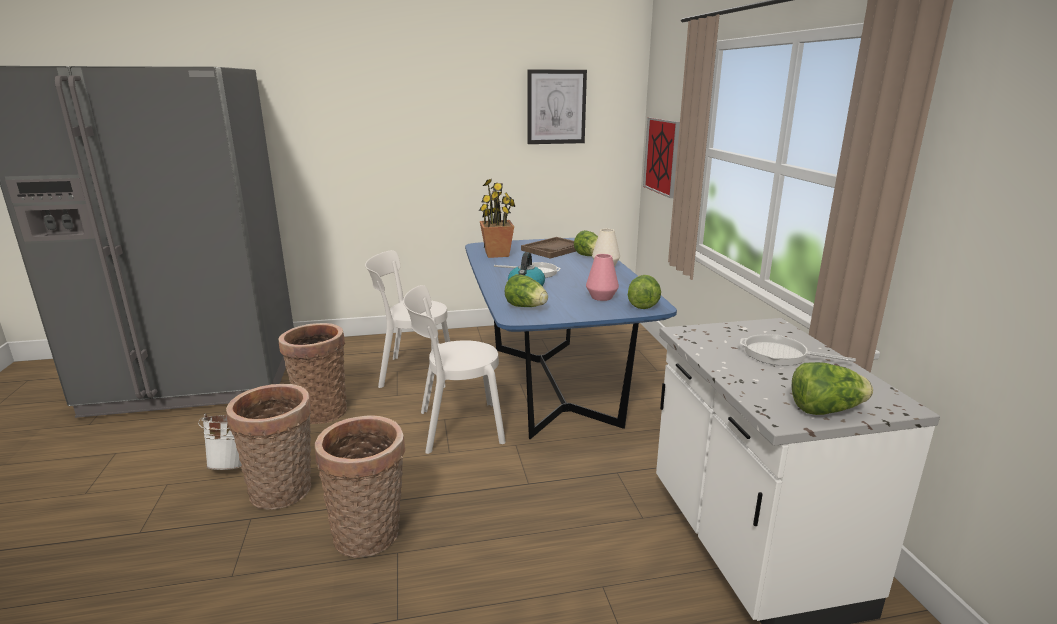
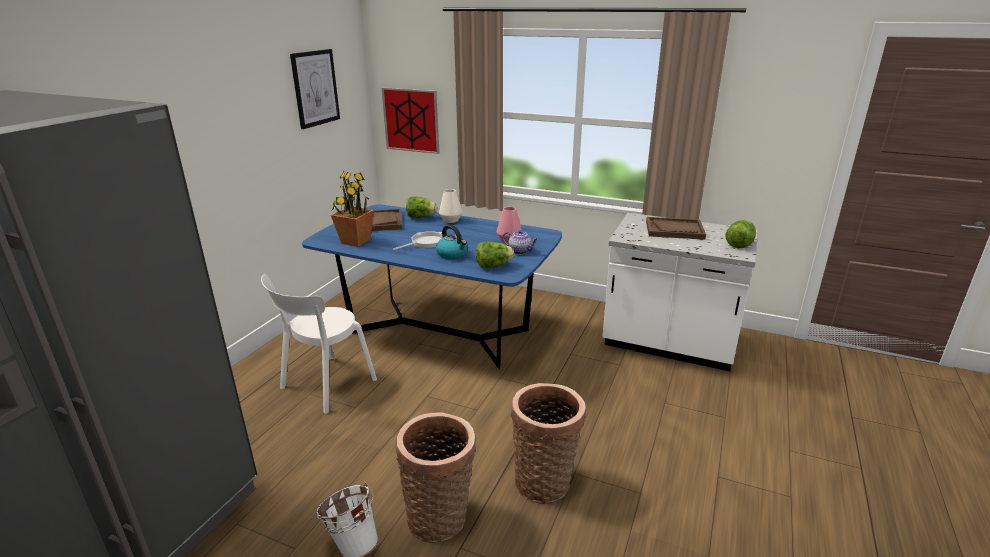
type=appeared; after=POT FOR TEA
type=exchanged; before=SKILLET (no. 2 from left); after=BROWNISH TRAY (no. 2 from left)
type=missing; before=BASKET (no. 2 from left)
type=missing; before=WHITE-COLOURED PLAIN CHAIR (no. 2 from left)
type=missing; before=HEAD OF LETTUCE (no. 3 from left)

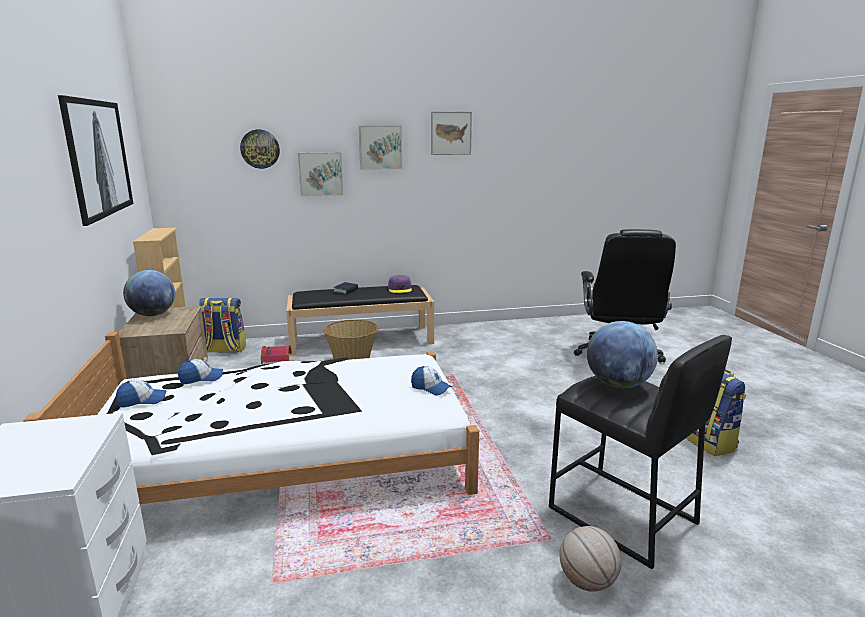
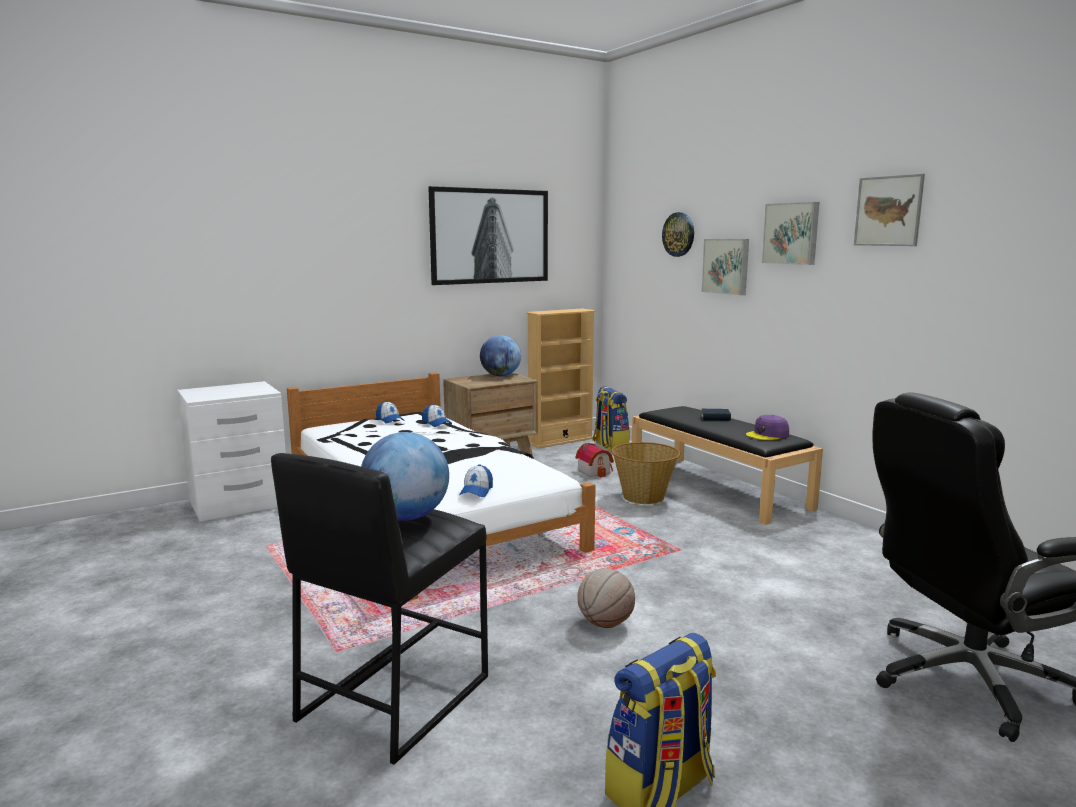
type=relocated; before=BALL FOR BASKETBALL

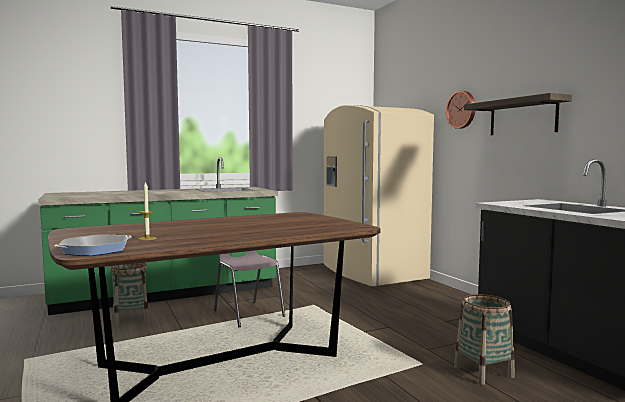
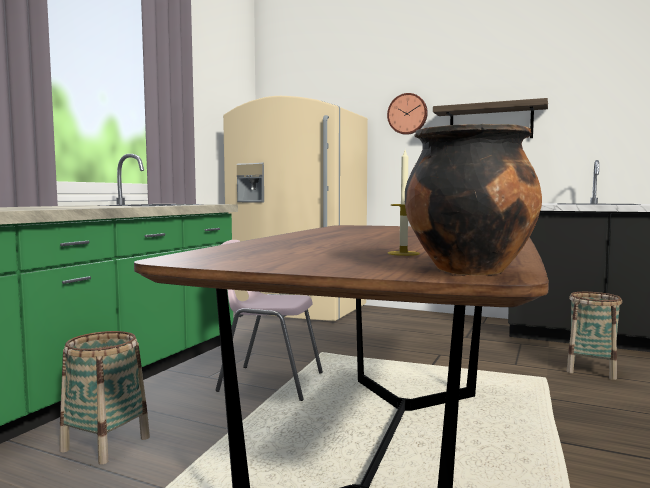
type=exchanged; before=SKILLET; after=STOCKPOT

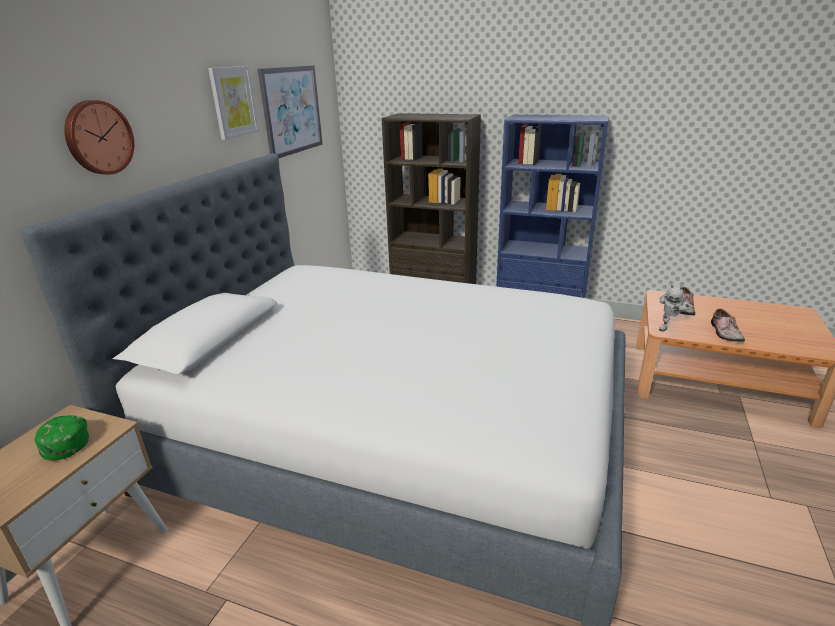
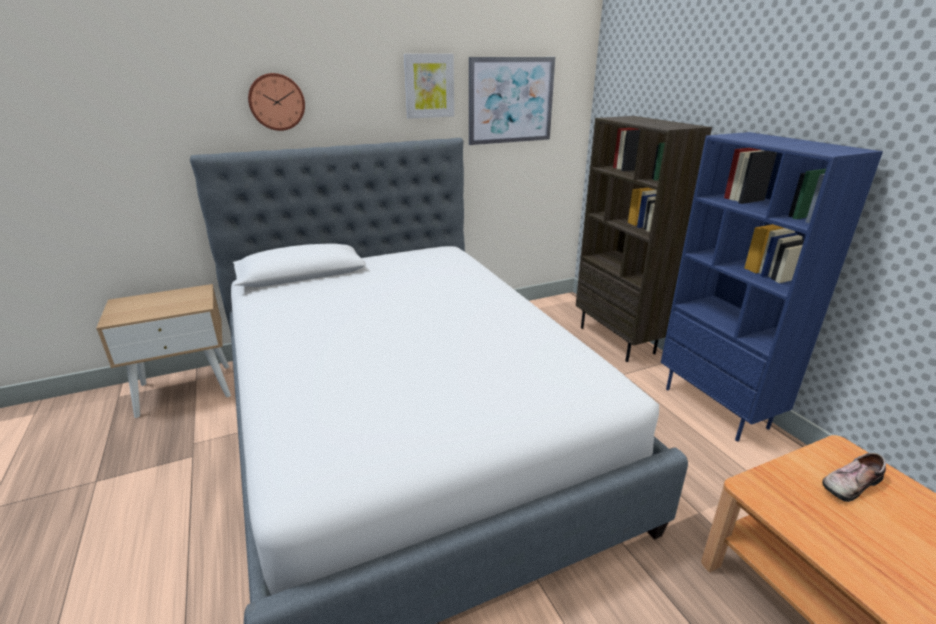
type=missing; before=GREEN-COLOURED PEAKED CAP
type=missing; before=TOY ROBOT
type=missing; before=LOW SHOE (no. 2 from left)

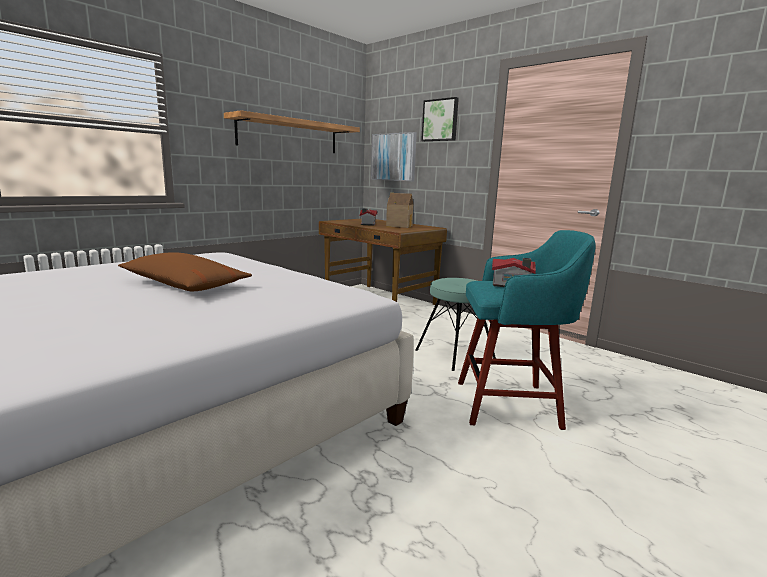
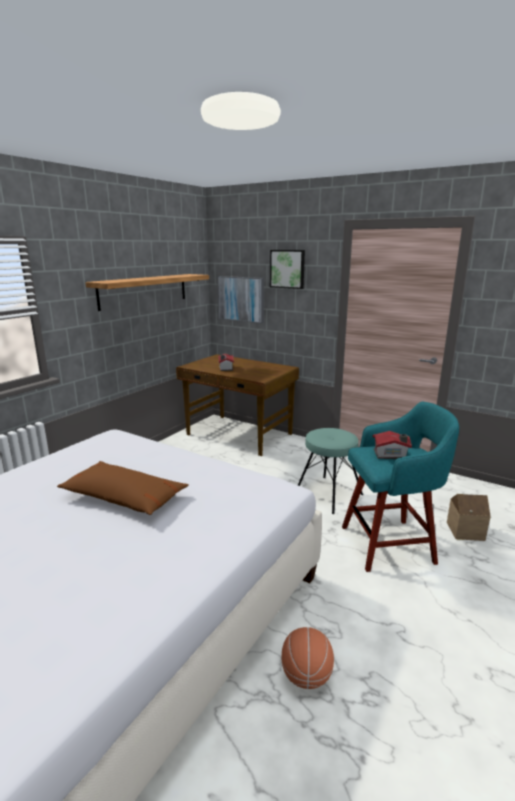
type=appeared; after=BALL FOR BASKETBALL
type=relocated; before=MODEL HOUSE (no. 2 from left in the first image); after=MODEL HOUSE (no. 3 from left)

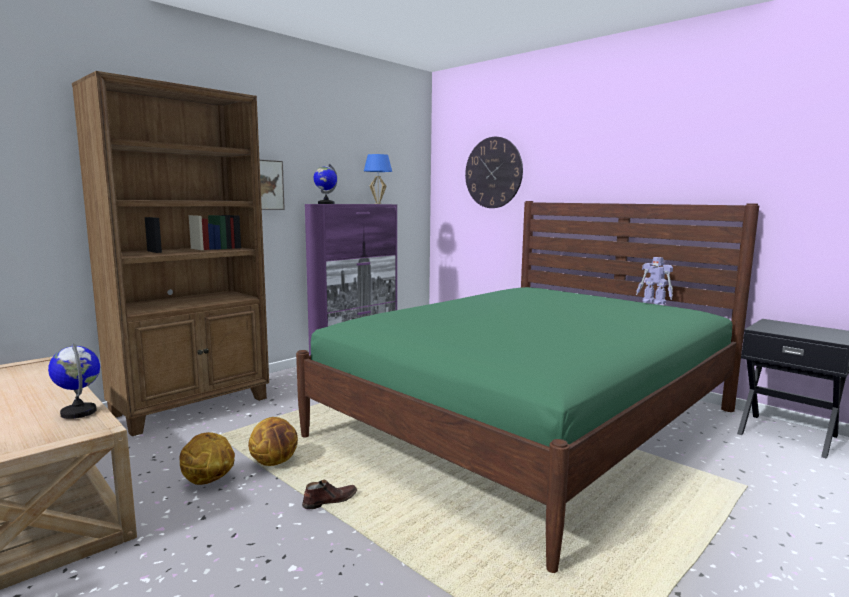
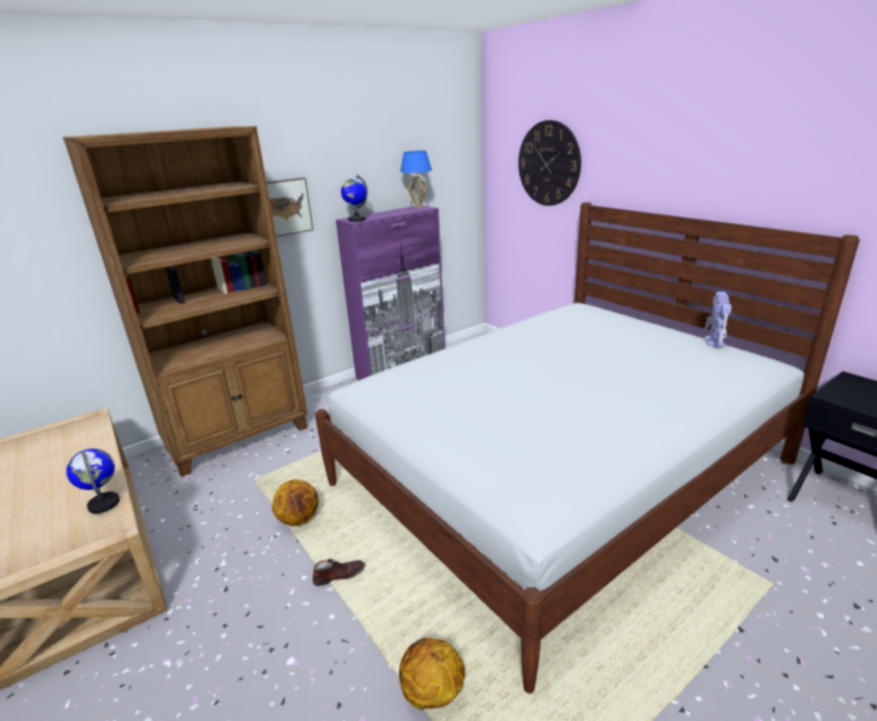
type=colour; before=GREEN-COLOURED BED; after=WHITE-COLOURED BED
type=relocated; before=BALL FOR BASKETBALL (no. 1 from left in the first image); after=BALL FOR BASKETBALL (no. 2 from left)
type=spun; before=TOY ROBOT; turn=45

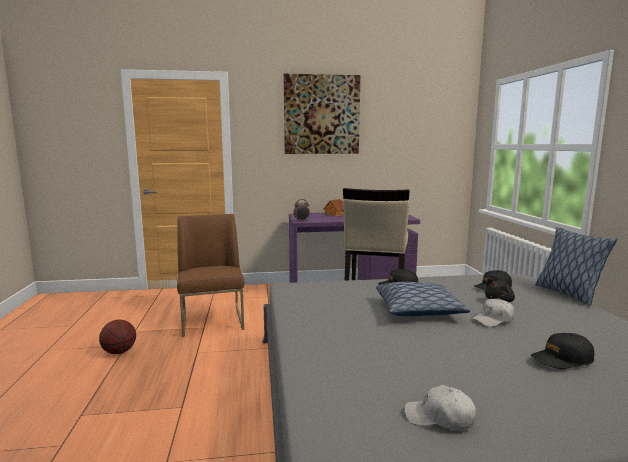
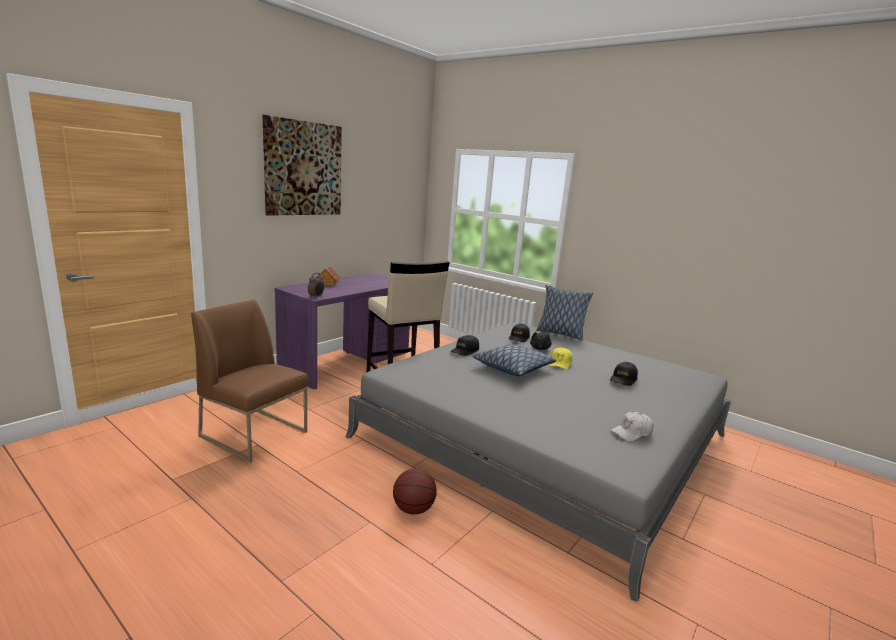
type=relocated; before=BALL FOR BASKETBALL
type=colour; before=WHITE-COLOURED PEAKED CAP (no. 2 from left); after=YELLOWISH PEAKED CAP

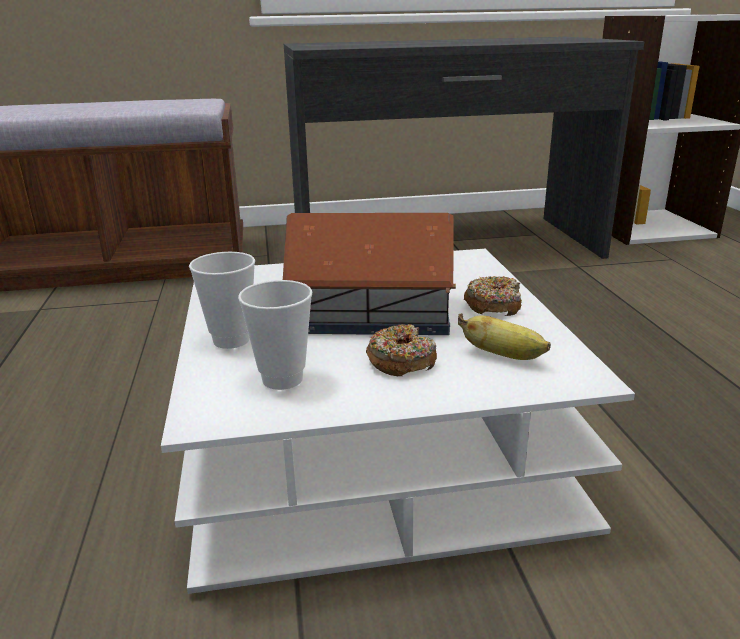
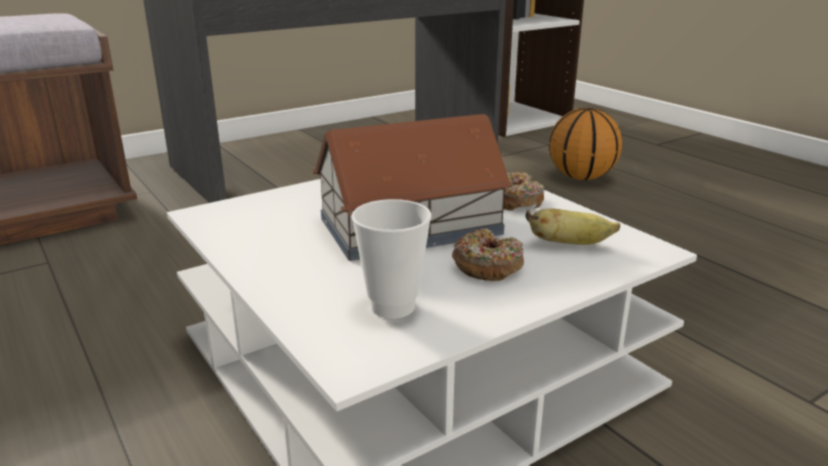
type=appeared; after=BALL FOR BASKETBALL
type=missing; before=SMALL CUP (no. 1 from left)

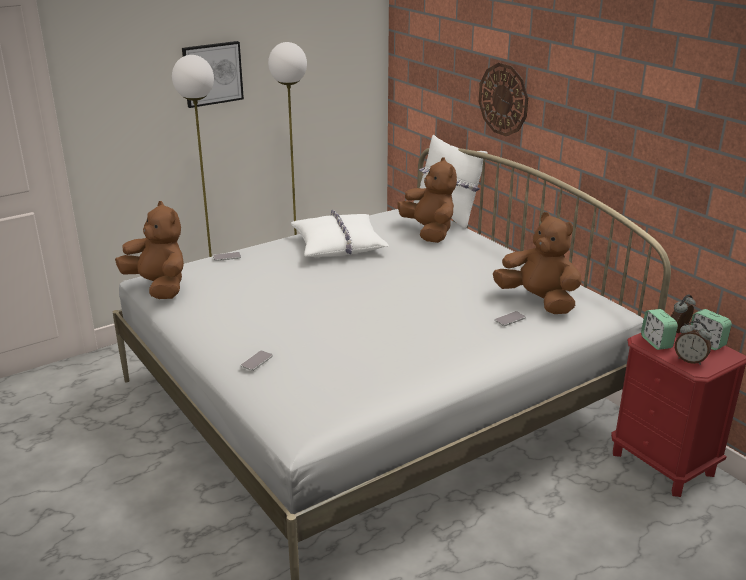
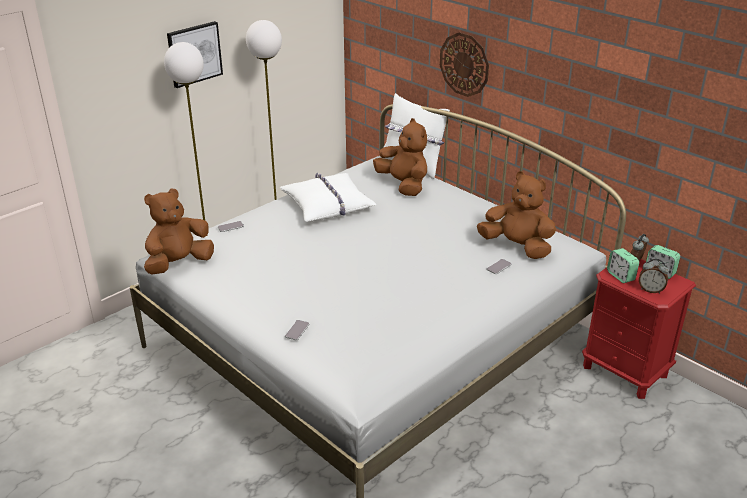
type=spun; before=BROWNISH PLUSH TOY (no. 1 from left); turn=-75

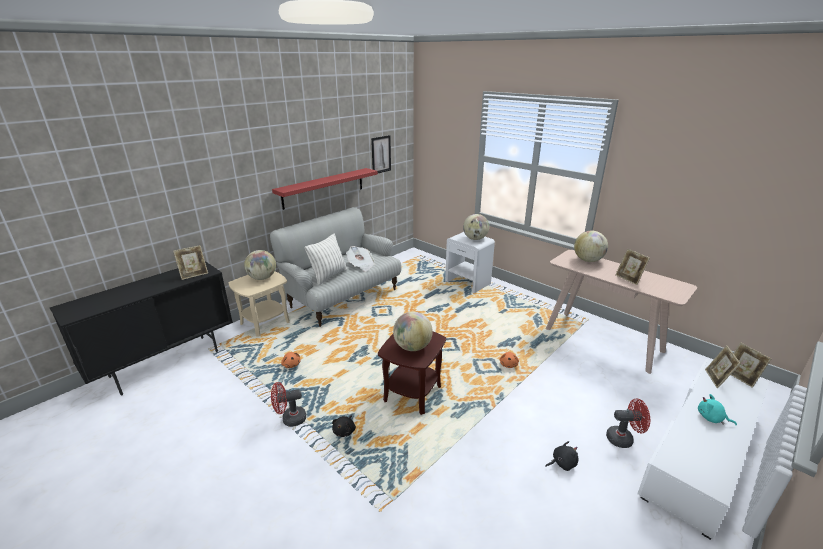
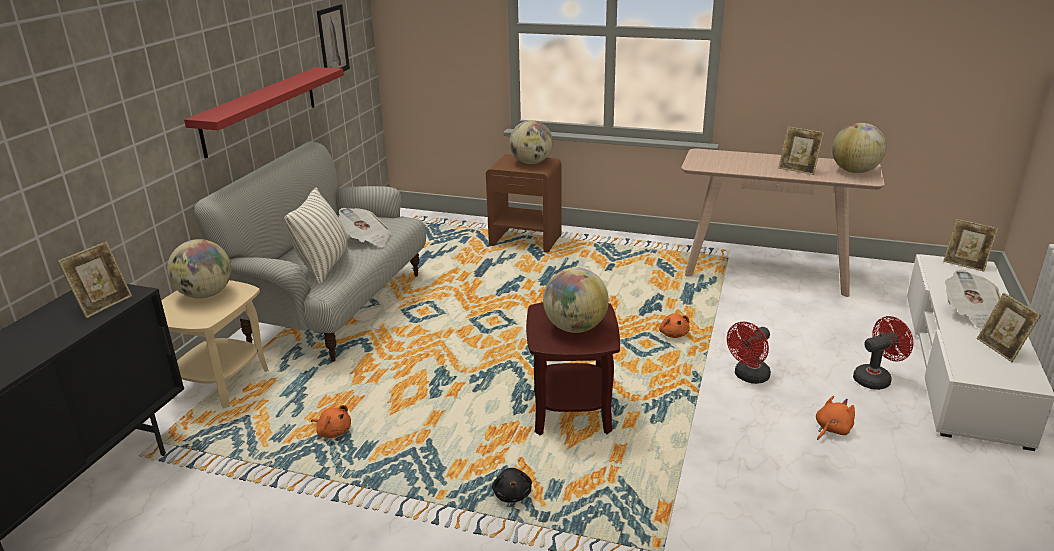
type=colour; before=WHITE-COLOURED NIGHTSTAND; after=BROWNISH NIGHTSTAND
type=relocated; before=RED ELECTRIC FAN (no. 1 from left)
type=colour; before=BLACK PLUSH TOY (no. 2 from left); after=ORANGE-COLOURED PLUSH TOY (no. 3 from left)
type=relocated; before=WORLD GLOBE (no. 4 from left)
type=exchanged; before=BLUE-GREEN PLUSH TOY; after=NEWSPAPER (no. 2 from left)
type=relocated; before=STANDING FRAME (no. 3 from left in the first image); after=STANDING FRAME (no. 4 from left)

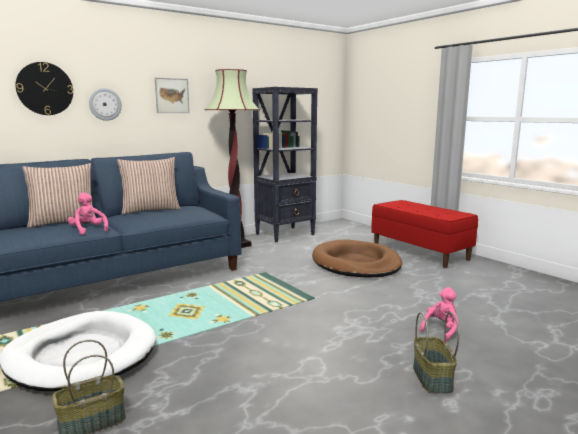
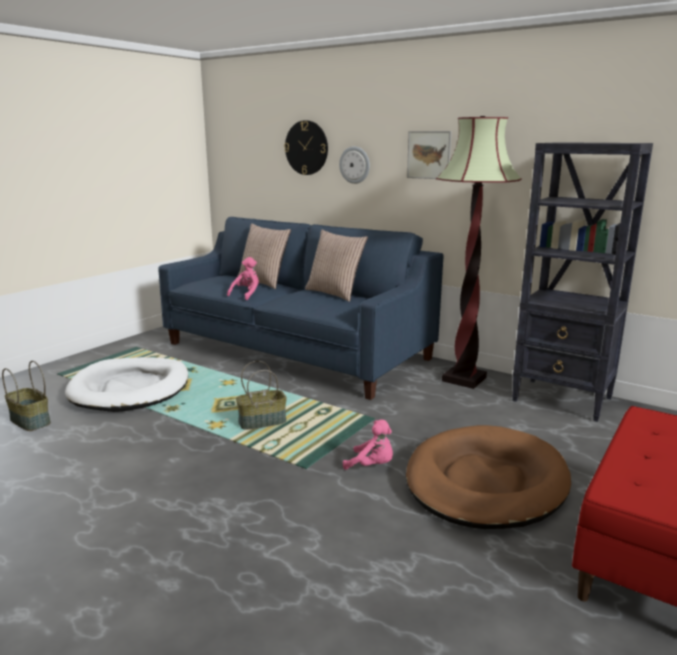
type=relocated; before=BASKET (no. 2 from left)
type=relocated; before=PINK-COLOURED PLUSH TOY (no. 2 from left)

